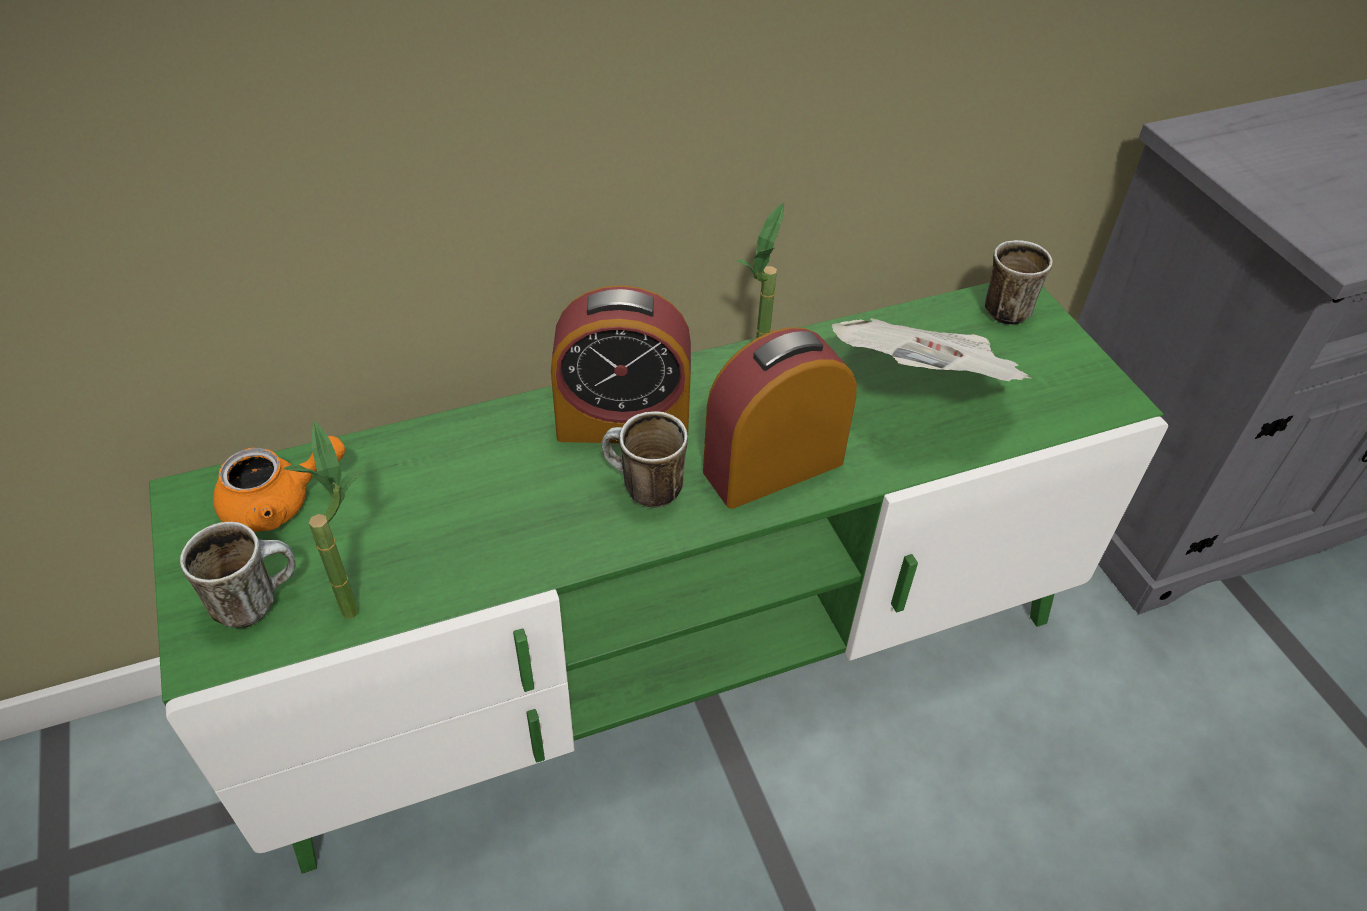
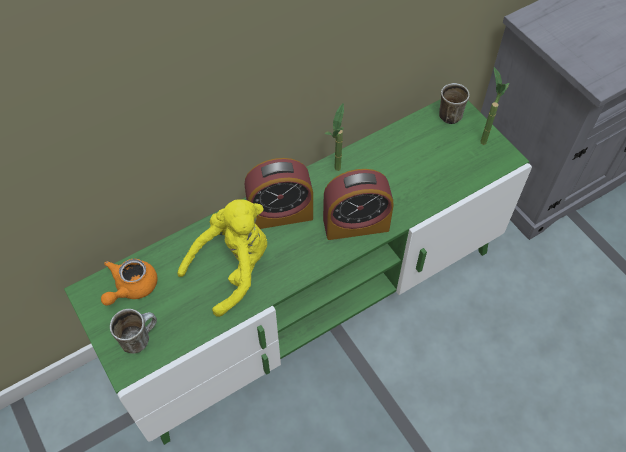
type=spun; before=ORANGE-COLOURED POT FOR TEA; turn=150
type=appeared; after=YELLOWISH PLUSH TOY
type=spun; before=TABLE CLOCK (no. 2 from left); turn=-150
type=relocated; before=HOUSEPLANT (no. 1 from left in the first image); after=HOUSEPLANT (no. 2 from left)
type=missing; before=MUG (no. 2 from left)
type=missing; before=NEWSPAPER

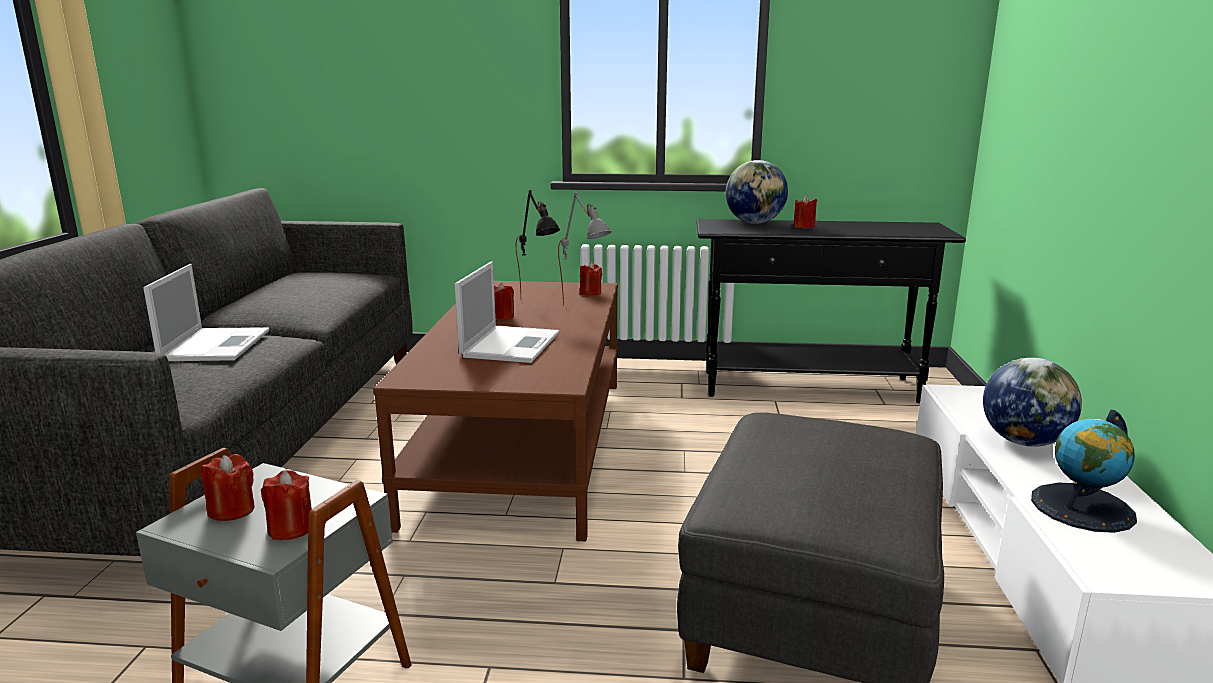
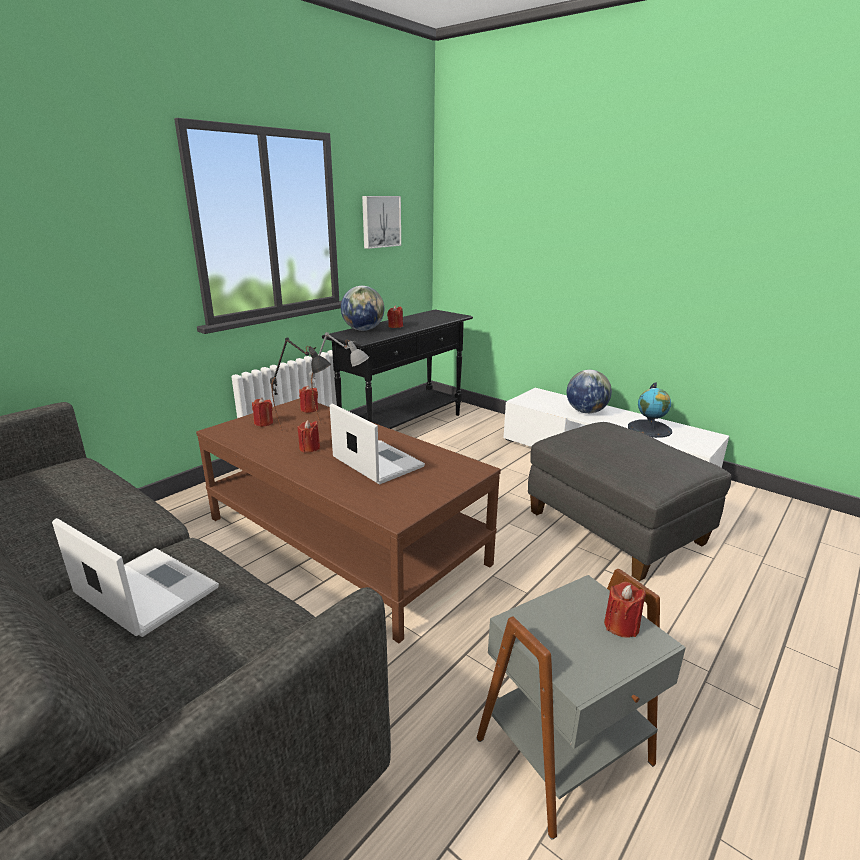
type=relocated; before=RED WAX CANDLE (no. 1 from left)
type=appeared; after=WALL PICTURE

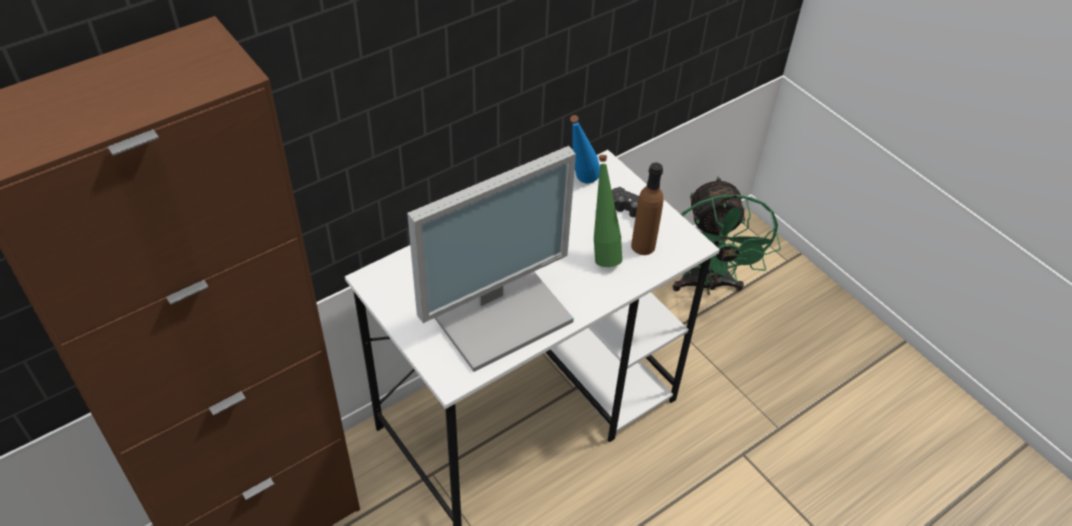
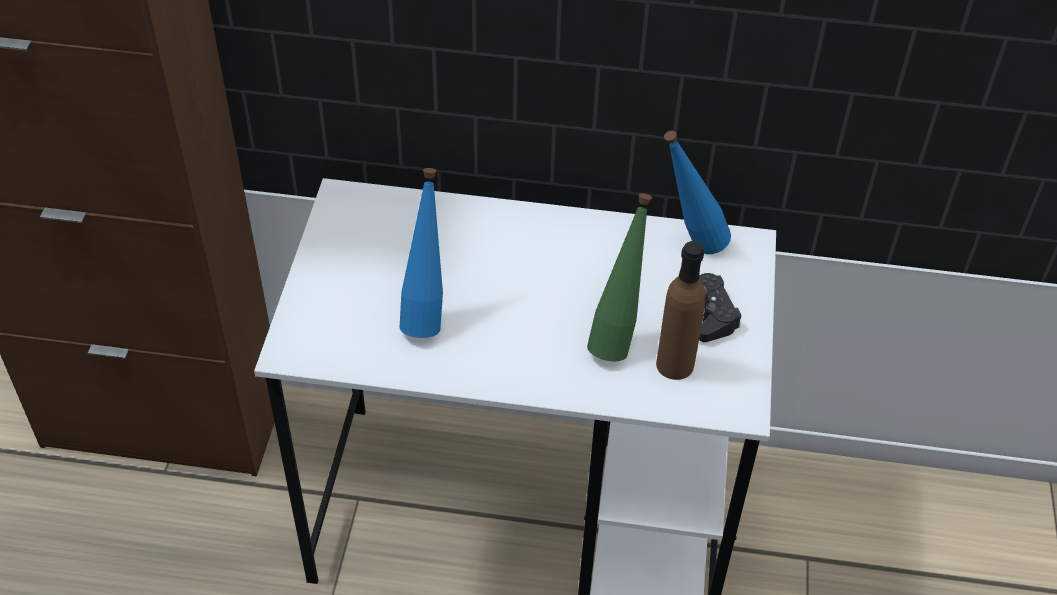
type=exchanged; before=COMPUTER SCREEN; after=BLUISH BEVERAGE BOTTLE (no. 1 from left)
type=missing; before=GREEN-COLOURED ELECTRIC FAN

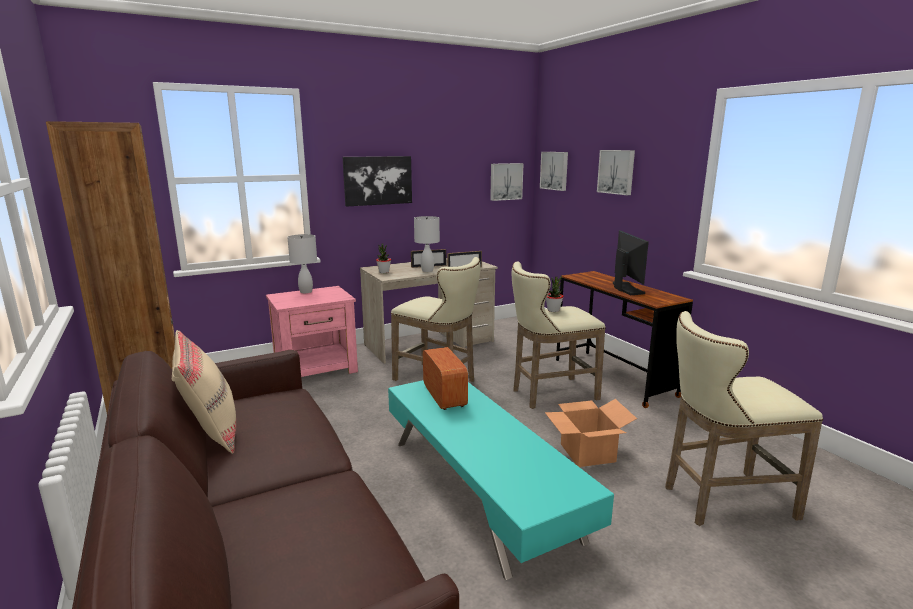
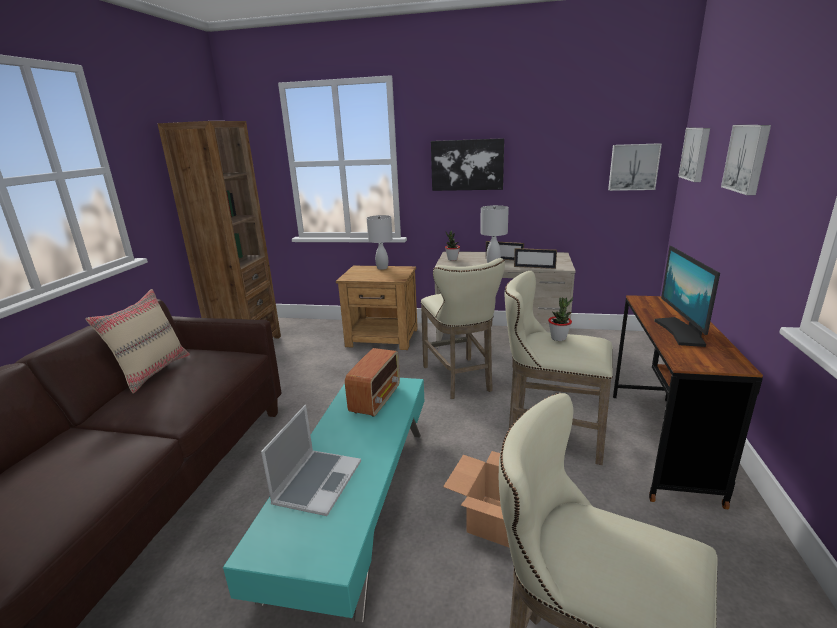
type=appeared; after=PORTABLE COMPUTER
type=colour; before=PINK-COLOURED NIGHTSTAND; after=BROWNISH NIGHTSTAND
type=spun; before=COMPUTER SCREEN; turn=150

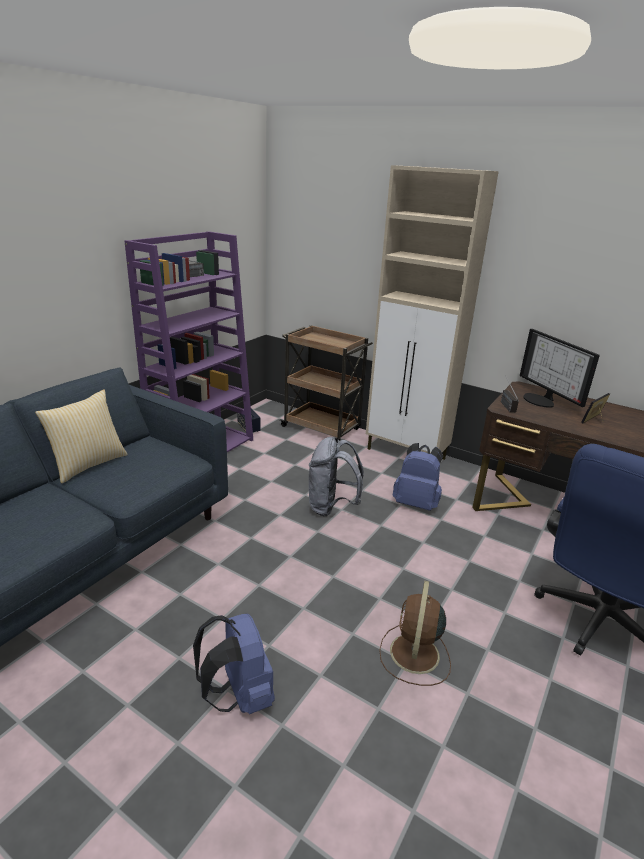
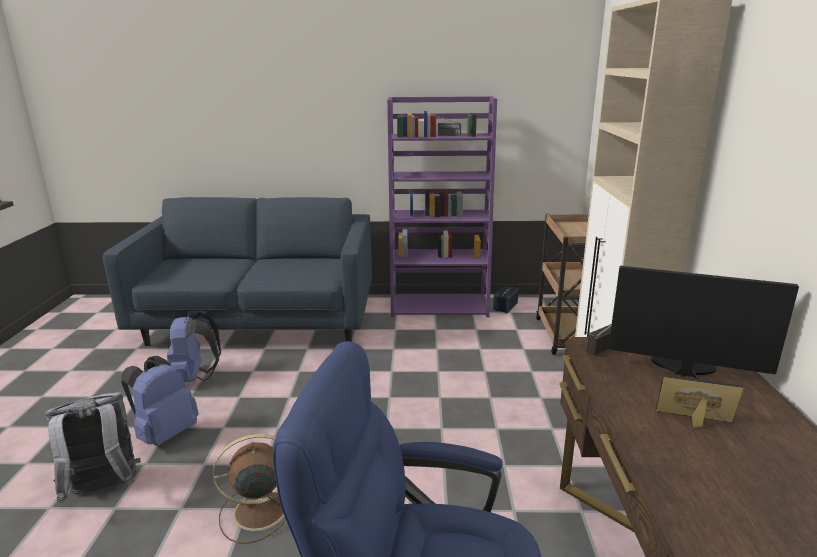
type=relocated; before=GREY KNAPSACK
type=relocated; before=BLUISH KNAPSACK (no. 2 from left)
type=spun; before=COMPUTER SCREEN; turn=75
type=missing; before=CUSHION

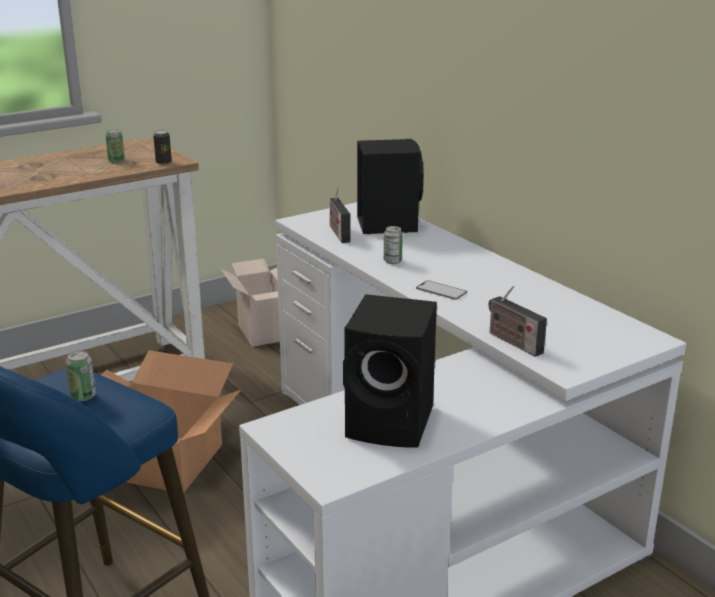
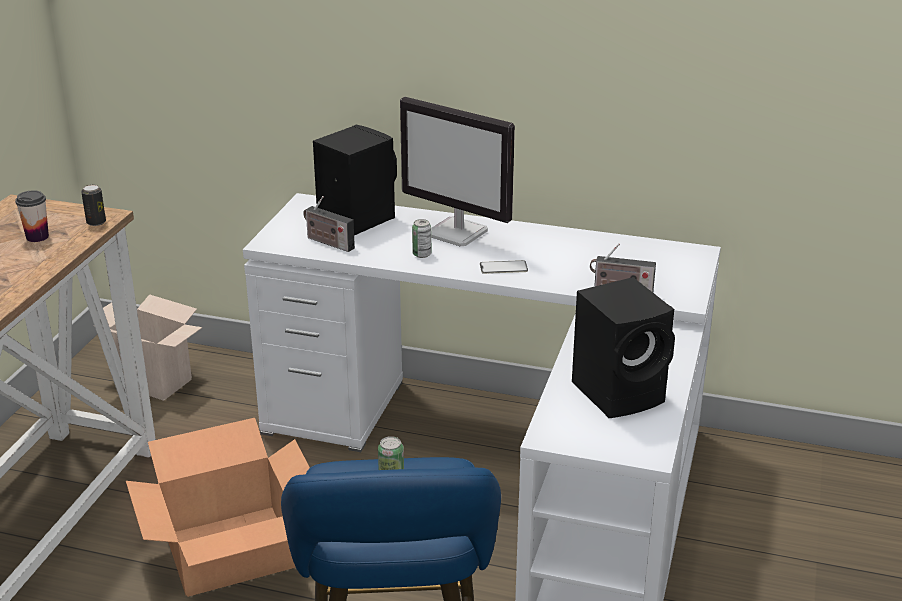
type=exchanged; before=METAL CAN (no. 2 from left); after=SMALL CUP
type=appeared; after=COMPUTER SCREEN

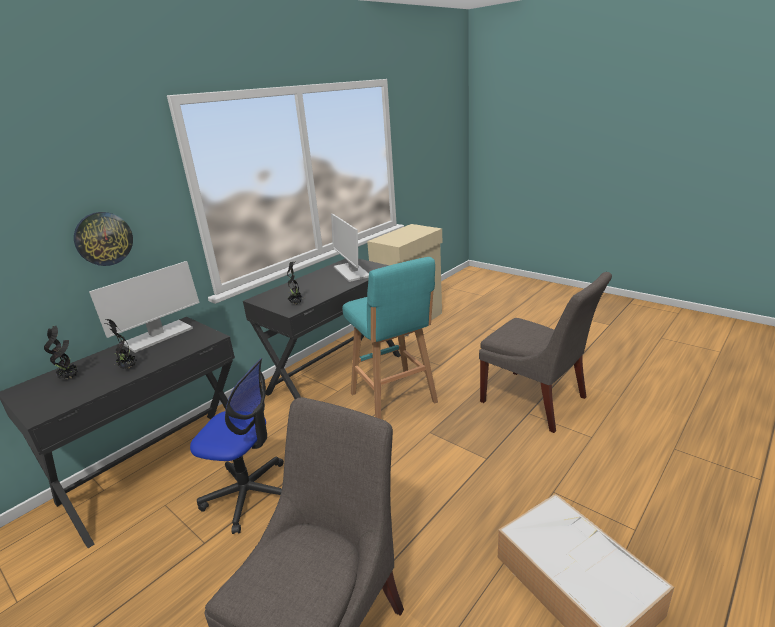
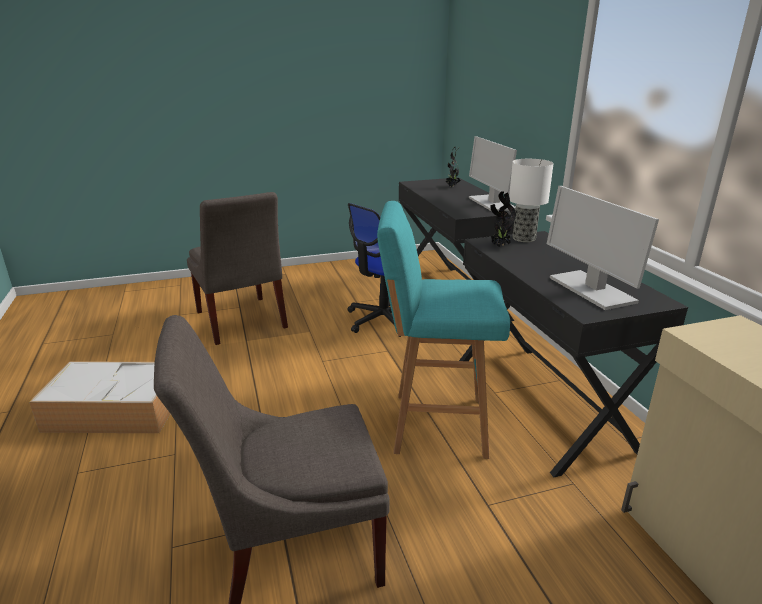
type=appeared; after=TABLETOP LAMP
type=spun; before=COMPUTER SCREEN (no. 2 from left); turn=-120
type=missing; before=WALL CLOCK
type=missing; before=HOUSEPLANT (no. 2 from left)

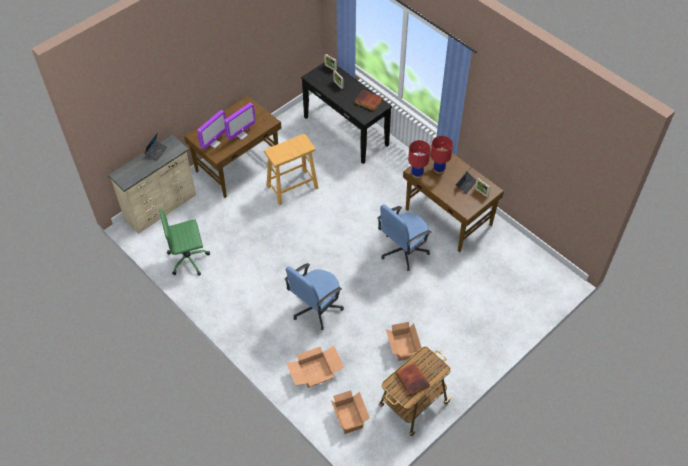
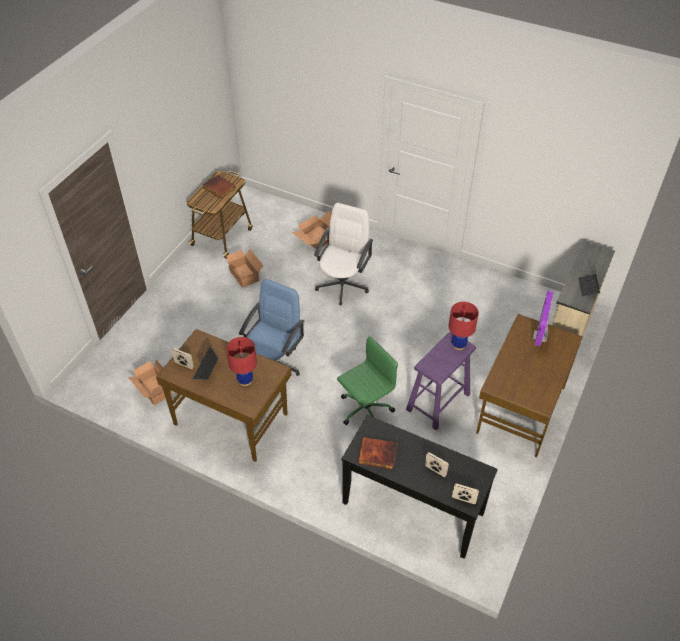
type=relocated; before=CARTON (no. 2 from left in the first image); after=CARTON (no. 1 from left)
type=colour; before=BLUISH DESK CHAIR (no. 1 from left); after=WHITE-COLOURED DESK CHAIR
type=relocated; before=GREEN-COLOURED DESK CHAIR
type=colour; before=BEIGE-COLOURED STOOL SEAT; after=PURPLE-COLOURED STOOL SEAT
type=relocated; before=RED TABLETOP LAMP (no. 1 from left in the first image); after=RED TABLETOP LAMP (no. 2 from left)
type=missing; before=COMPUTER SCREEN (no. 2 from left)

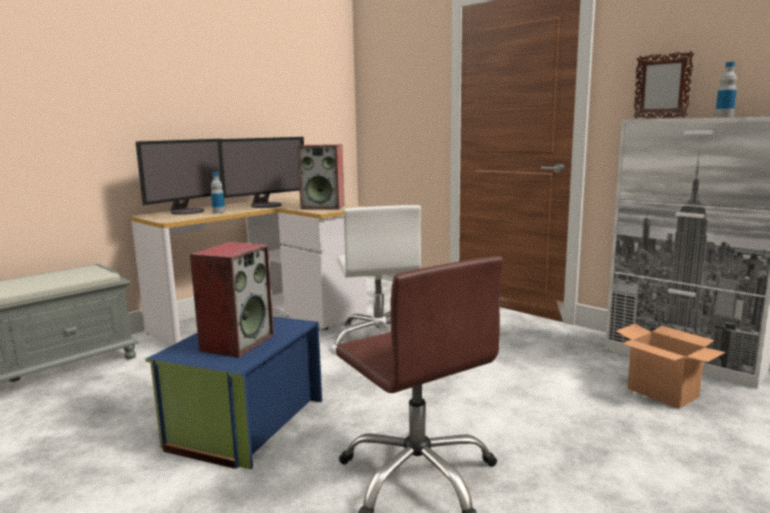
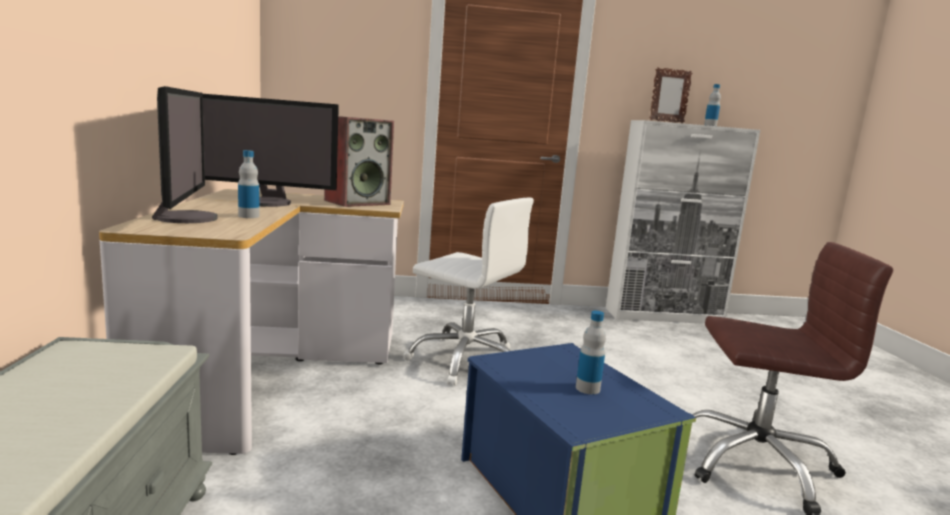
type=spun; before=COMPUTER SCREEN (no. 2 from left); turn=90
type=exchanged; before=LOUDSPEAKER (no. 1 from left); after=BEVERAGE BOTTLE (no. 2 from left)
type=missing; before=CARTON

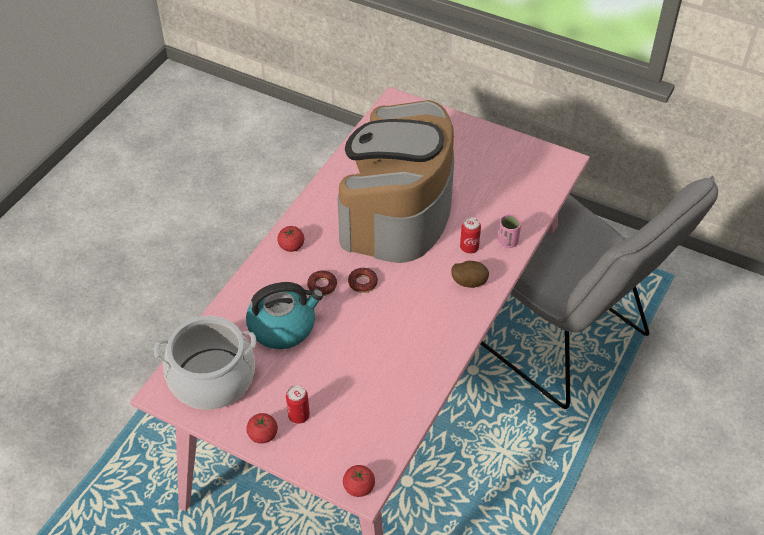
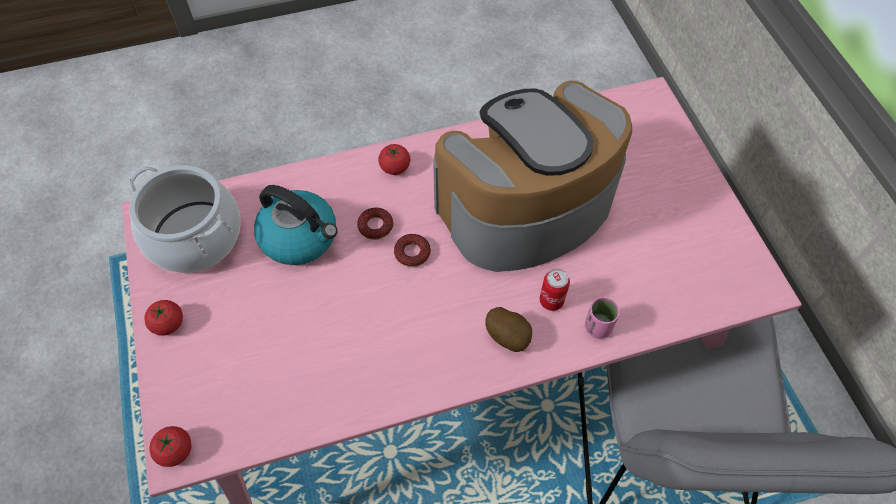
type=missing; before=METAL CAN (no. 1 from left)

